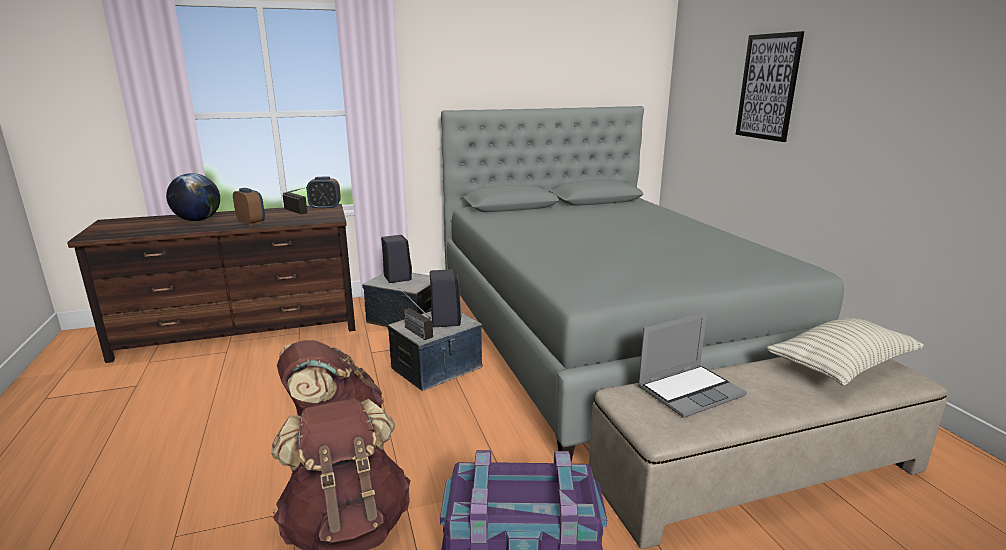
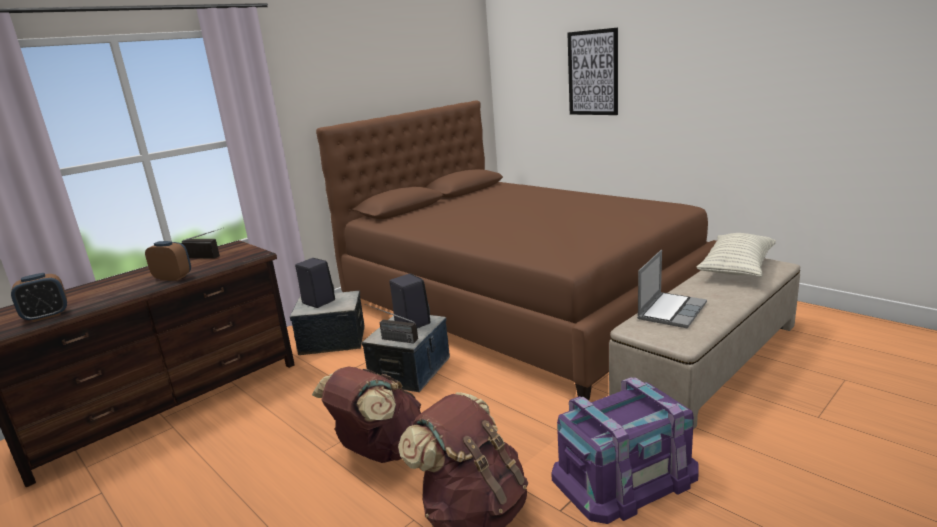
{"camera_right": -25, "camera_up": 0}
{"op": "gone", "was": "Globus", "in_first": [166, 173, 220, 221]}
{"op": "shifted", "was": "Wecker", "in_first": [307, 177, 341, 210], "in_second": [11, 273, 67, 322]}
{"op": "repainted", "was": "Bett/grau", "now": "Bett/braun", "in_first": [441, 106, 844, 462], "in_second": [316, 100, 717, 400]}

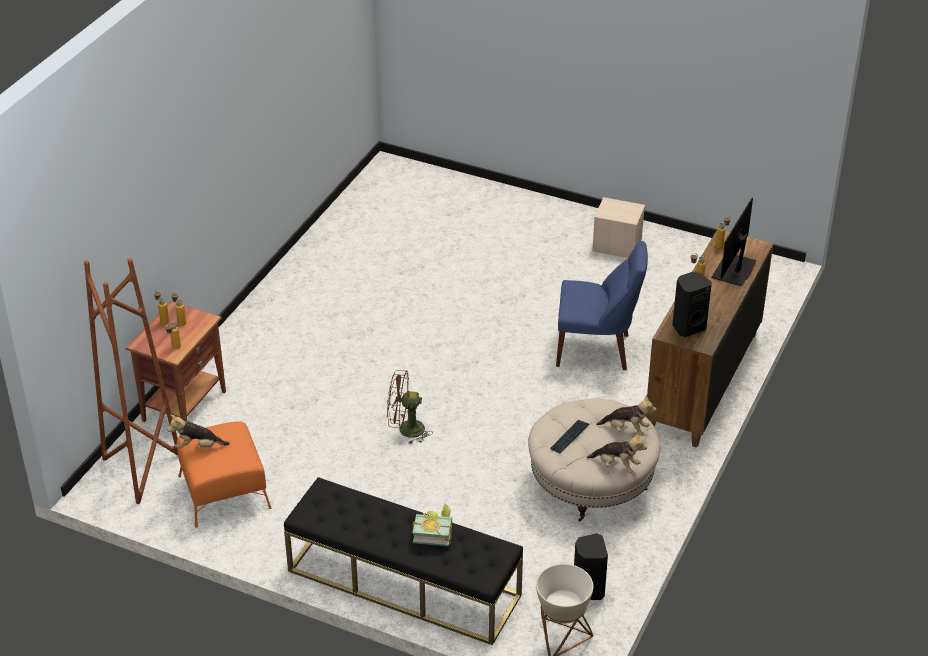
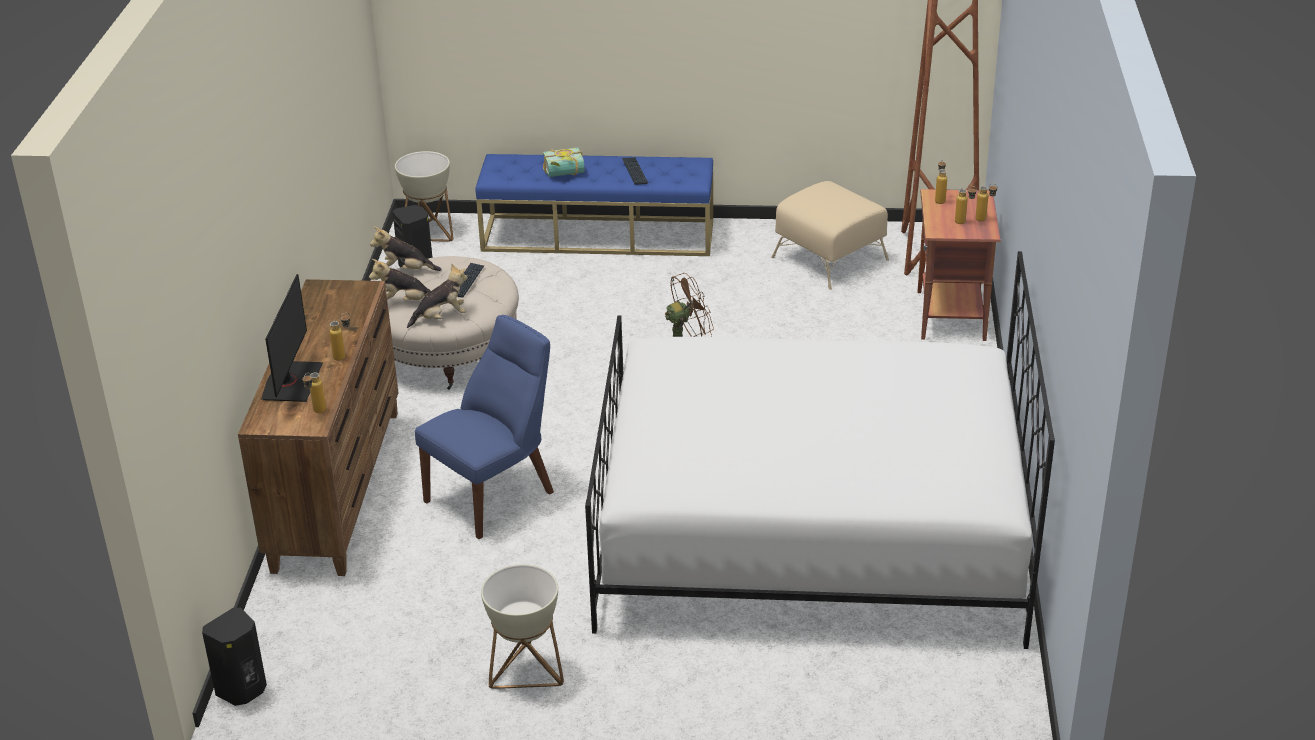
{"camera_right": 160, "camera_up": -5}
{"op": "new", "now": "Bett/weiß", "in_second": [585, 251, 1055, 649]}
{"op": "new", "now": "Tastatur", "in_second": [622, 157, 648, 185]}
{"op": "shifted", "was": "Plüschtier", "in_first": [167, 415, 230, 448], "in_second": [407, 264, 468, 328]}
{"op": "shifted", "was": "Lautsprecher/schwarz", "in_first": [672, 272, 712, 337], "in_second": [202, 608, 267, 706]}
{"op": "swapped", "was": "Aufbewahrungsbox/beige", "now": "Pflanzkübel", "in_first": [592, 197, 645, 258], "in_second": [481, 564, 564, 689]}
{"op": "repainted", "was": "Polsterhocker/orange", "now": "Polsterhocker/beige", "in_first": [177, 421, 271, 528], "in_second": [771, 181, 889, 290]}
{"op": "repainted", "was": "Bank/schwarz", "now": "Bank/blau", "in_first": [284, 477, 523, 645], "in_second": [475, 154, 713, 256]}
{"op": "rotated", "was": "Stuhl/blau", "in_first": [556, 240, 648, 370], "in_second": [415, 315, 554, 539], "clockwise": 150}

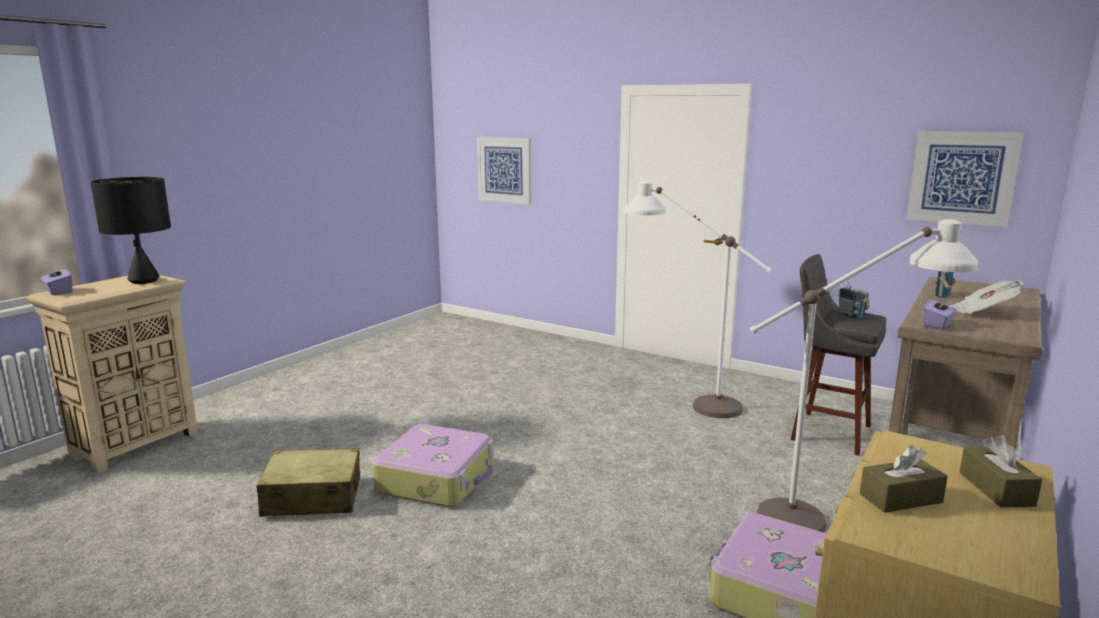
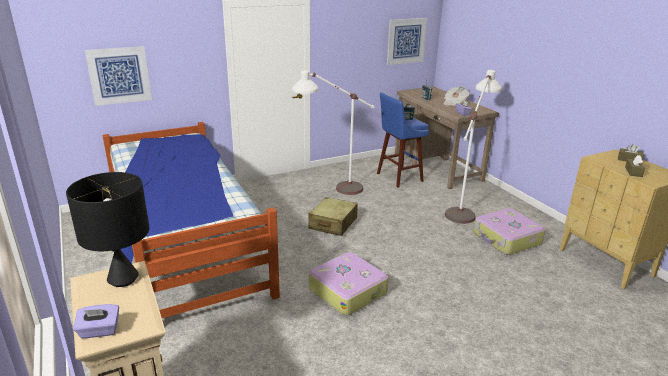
{"camera_right": -60, "camera_up": 10}
{"op": "new", "now": "Bett", "in_second": [103, 122, 280, 318]}
{"op": "shifted", "was": "Koffer/beige", "in_first": [257, 448, 360, 517], "in_second": [308, 197, 358, 236]}
{"op": "repainted", "was": "Hocker/grau", "now": "Hocker/blau", "in_first": [790, 254, 886, 456], "in_second": [377, 92, 429, 188]}

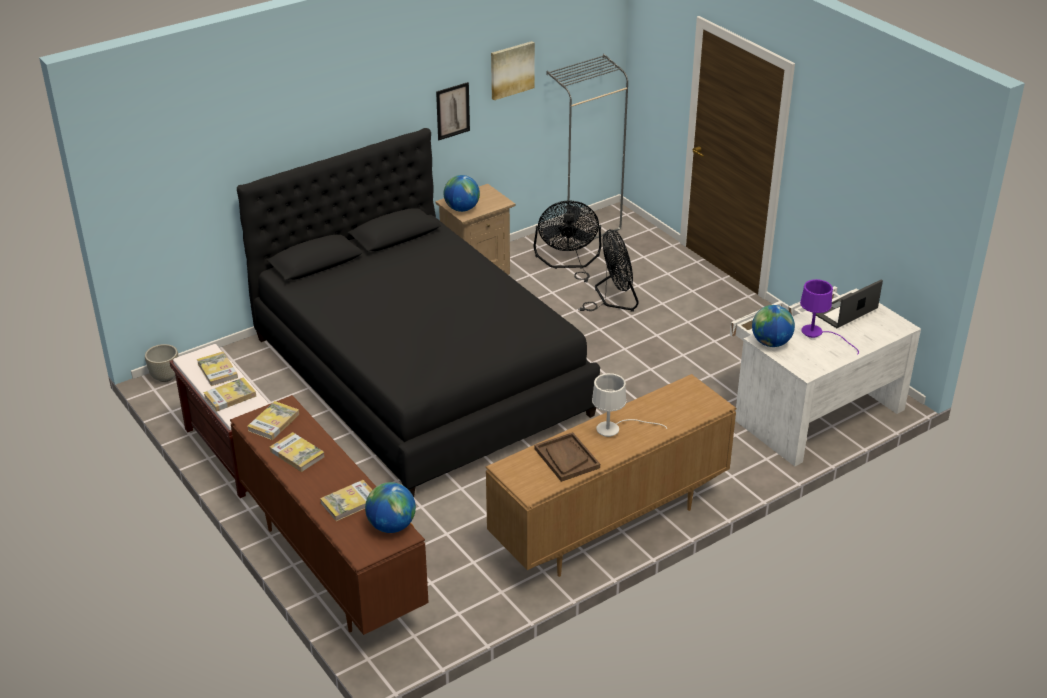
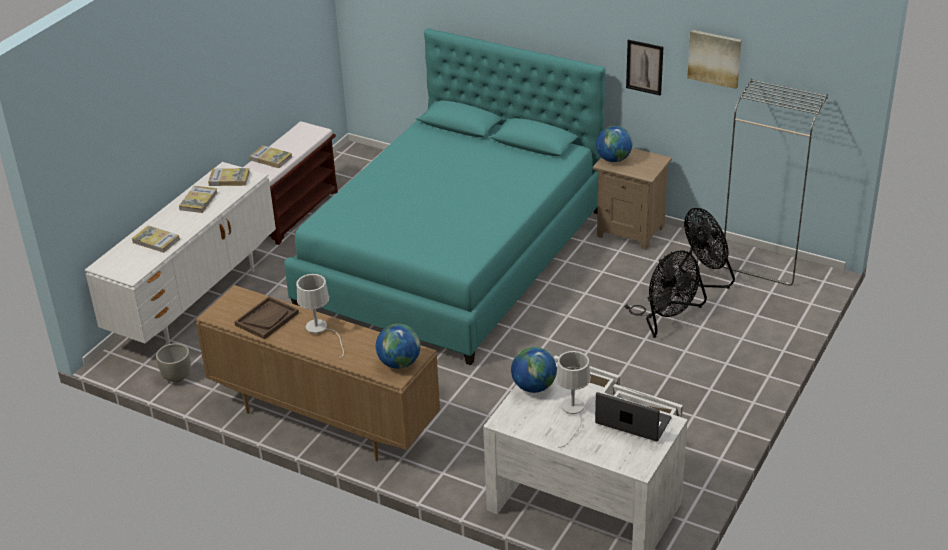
{"camera_right": 65, "camera_up": 0}
{"op": "gone", "was": "Buch", "in_first": [197, 352, 238, 386]}
{"op": "shifted", "was": "Pflanzkübel/grau", "in_first": [145, 344, 178, 382], "in_second": [156, 343, 191, 382]}
{"op": "shifted", "was": "Globus", "in_first": [365, 482, 416, 533], "in_second": [376, 324, 420, 369]}
{"op": "repainted", "was": "Kommode/braun", "now": "Kommode/weiß", "in_first": [230, 395, 429, 635], "in_second": [85, 162, 276, 345]}
{"op": "repainted", "was": "Bett/schwarz", "now": "Bett/türkis", "in_first": [237, 128, 600, 497], "in_second": [284, 28, 605, 365]}
{"op": "repainted", "was": "Tischlampe/lila", "now": "Tischlampe/weiß", "in_first": [800, 279, 859, 354], "in_second": [556, 351, 591, 447]}

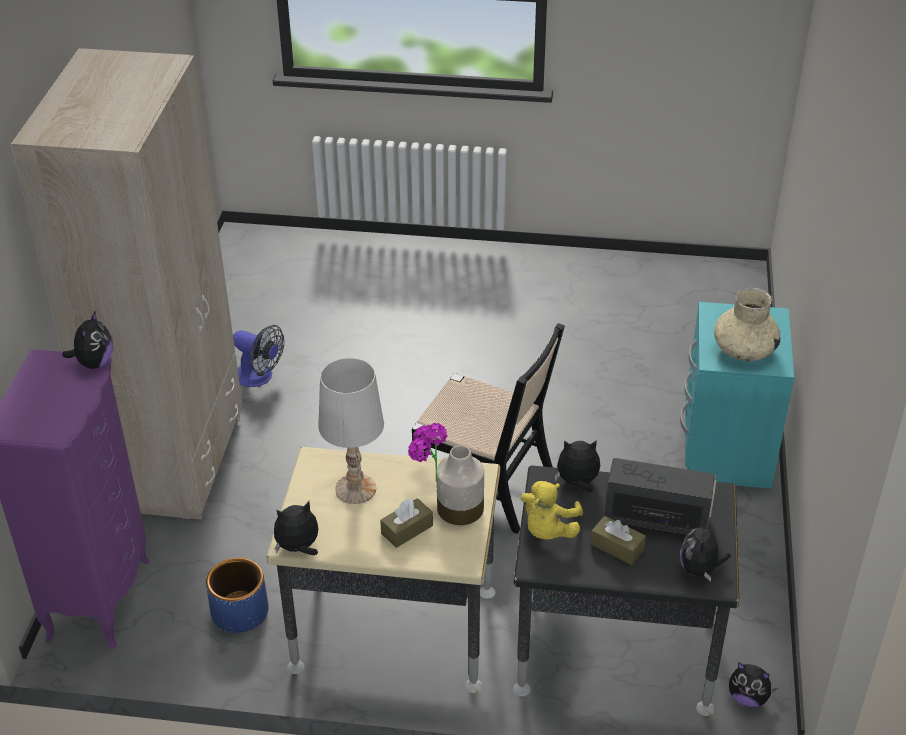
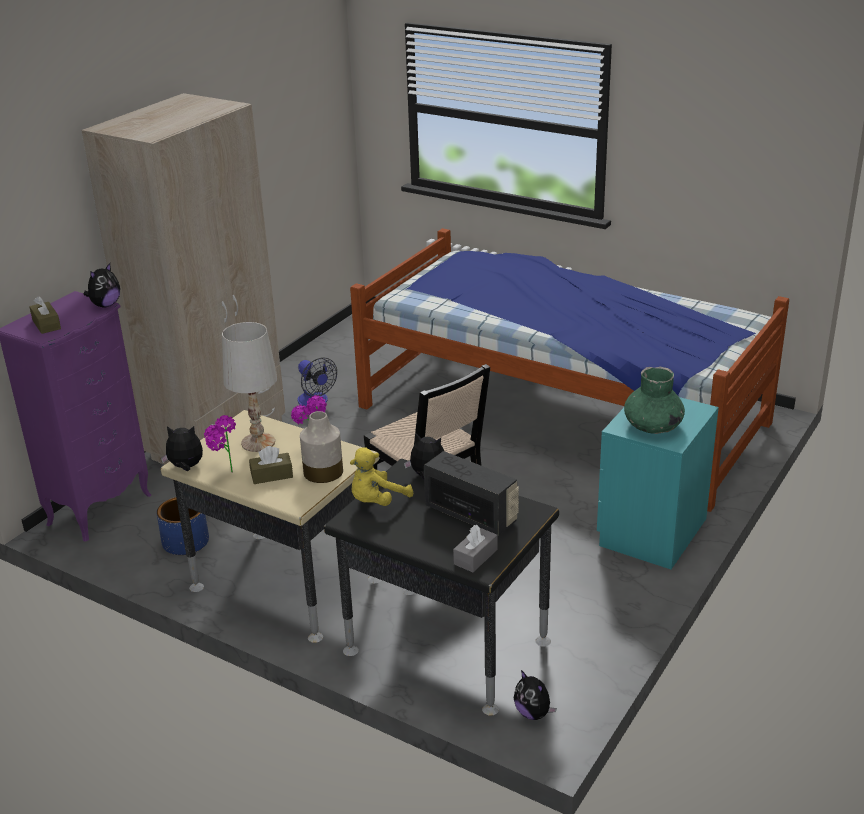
{"camera_right": 25, "camera_up": -10}
{"op": "new", "now": "Topfpflanze", "in_second": [204, 415, 236, 472]}
{"op": "new", "now": "Bett", "in_second": [350, 228, 789, 512]}
{"op": "shifted", "was": "Taschentuchbox/braun", "in_first": [591, 516, 646, 565], "in_second": [29, 296, 61, 334]}
{"op": "swapped", "was": "Plüschtier", "now": "Taschentuchbox/grau", "in_first": [680, 518, 731, 582], "in_second": [453, 525, 497, 572]}
{"op": "repainted", "was": "Vase/beige", "now": "Vase/grün", "in_first": [714, 287, 781, 361], "in_second": [624, 367, 685, 434]}

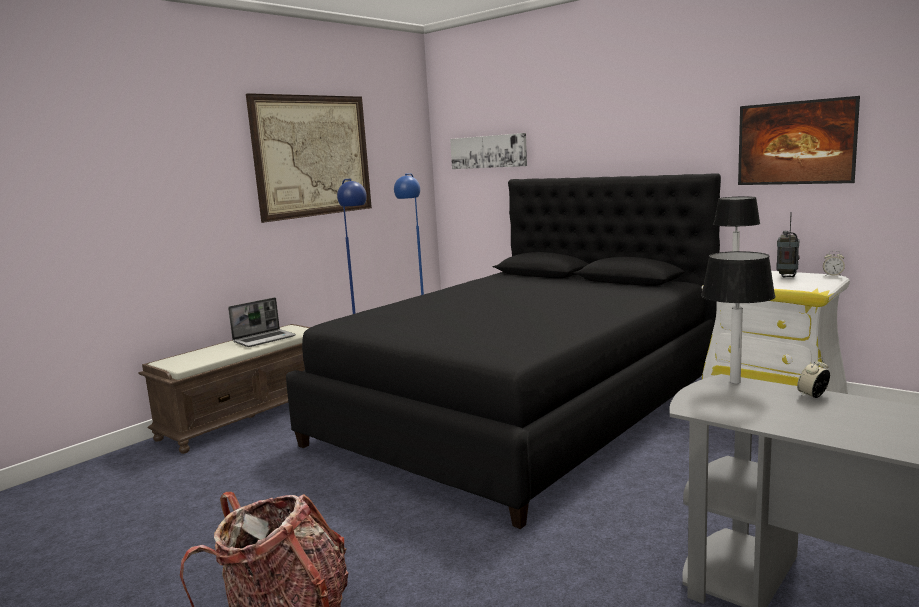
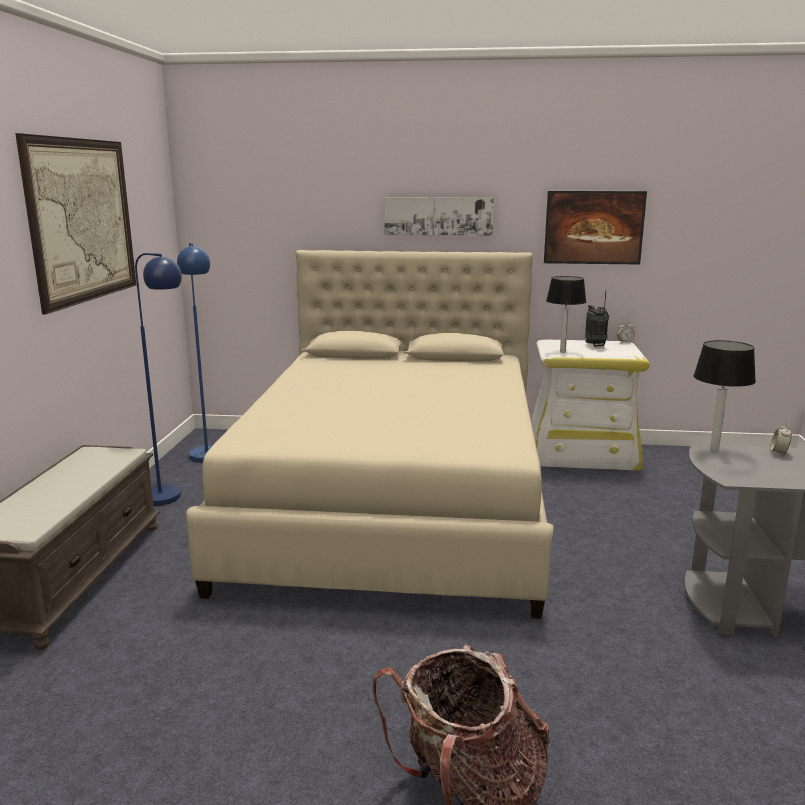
{"camera_right": -35, "camera_up": 5}
{"op": "gone", "was": "Laptop", "in_first": [228, 297, 296, 347]}
{"op": "shifted", "was": "Bild", "in_first": [450, 133, 527, 169], "in_second": [384, 197, 494, 236]}
{"op": "repainted", "was": "Bett/schwarz", "now": "Bett/beige", "in_first": [286, 173, 721, 529], "in_second": [186, 250, 554, 619]}

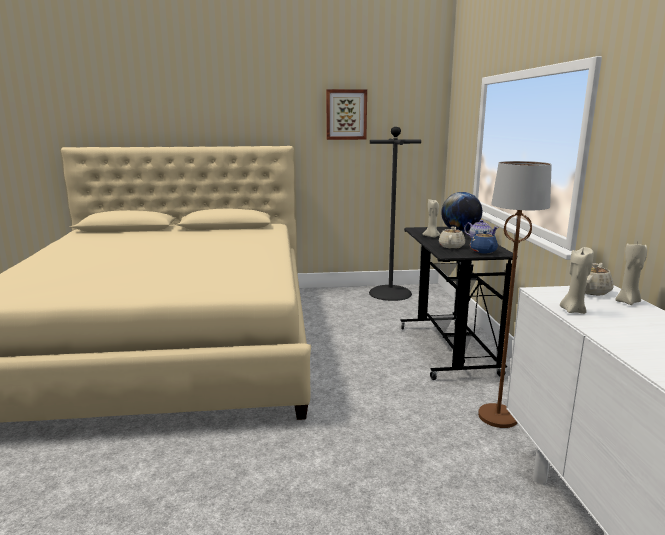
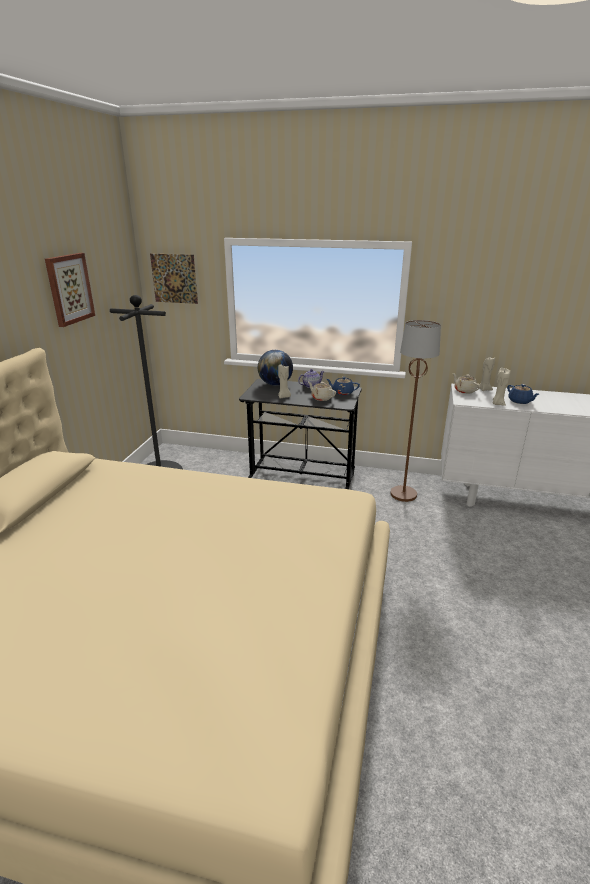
{"camera_right": -70, "camera_up": 10}
{"op": "new", "now": "Bild", "in_second": [150, 253, 198, 304]}
{"op": "new", "now": "Teekanne/blau", "in_second": [507, 384, 539, 404]}

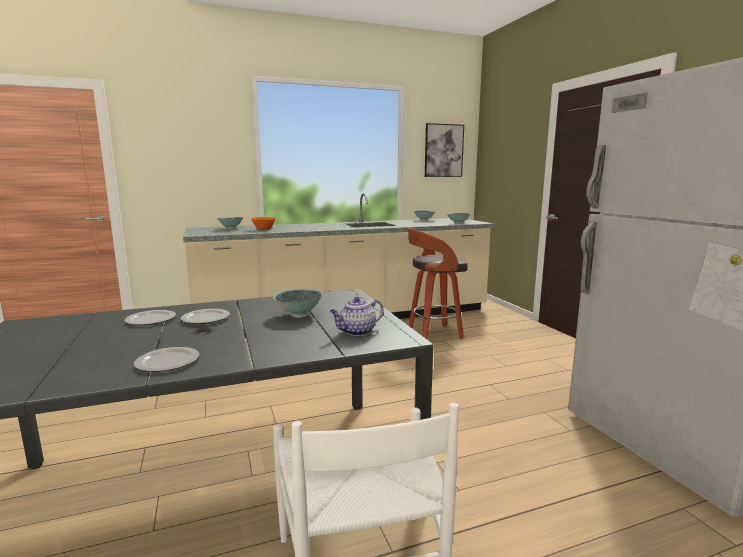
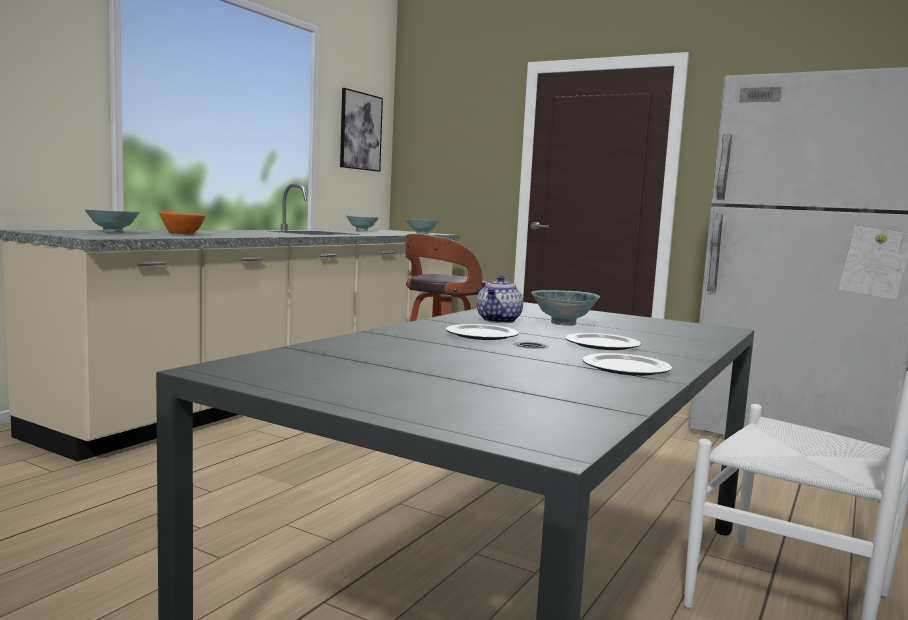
{"camera_right": -40, "camera_up": -5}
{"op": "shifted", "was": "Teller", "in_first": [124, 310, 176, 325], "in_second": [565, 333, 641, 350]}
{"op": "shifted", "was": "Teekanne", "in_first": [330, 297, 384, 336], "in_second": [477, 275, 523, 323]}

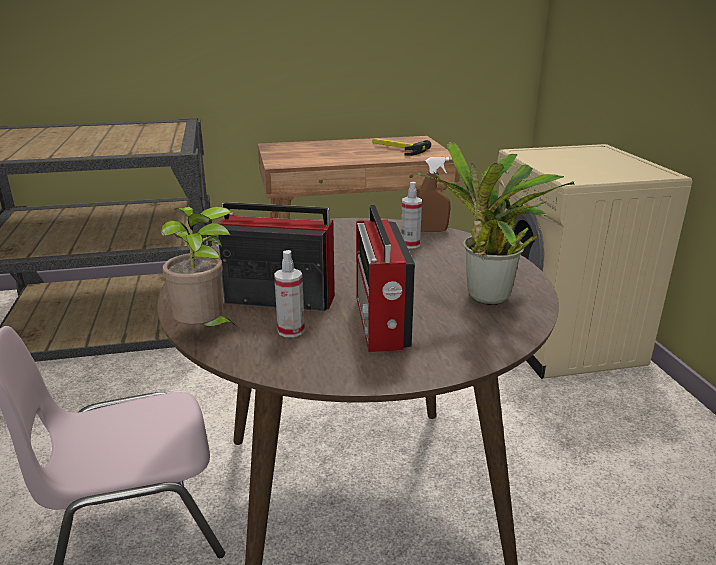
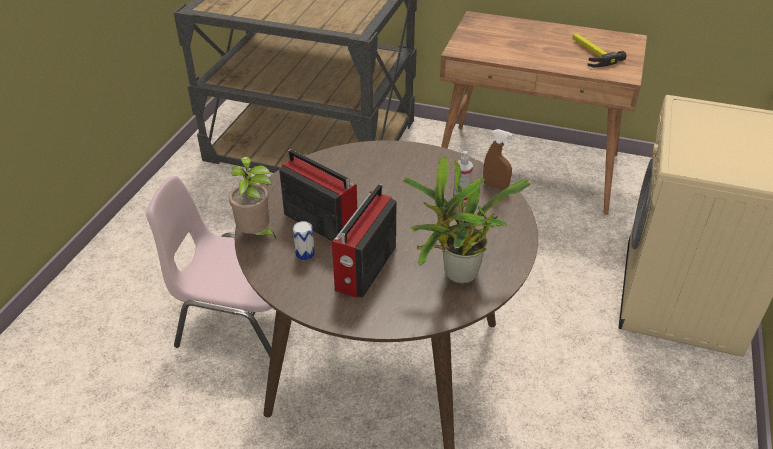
{"camera_right": 30, "camera_up": 15}
{"op": "swapped", "was": "Sprühflasche", "now": "Dose", "in_first": [274, 250, 305, 337], "in_second": [293, 221, 315, 260]}

